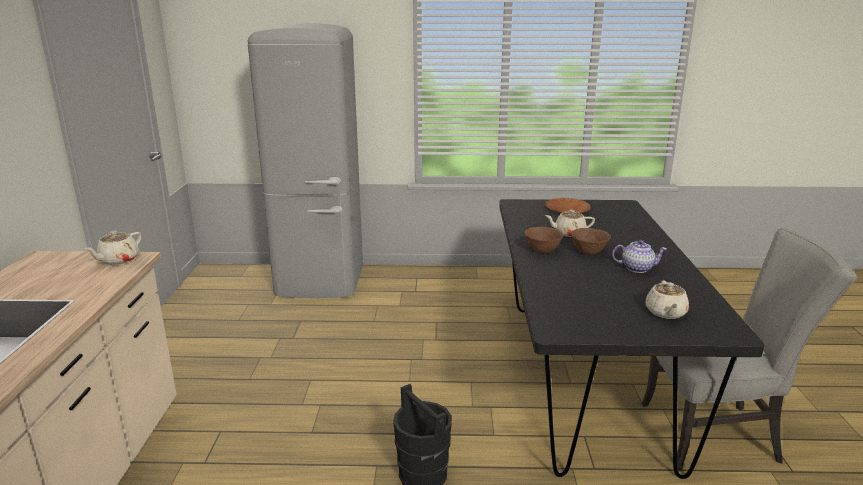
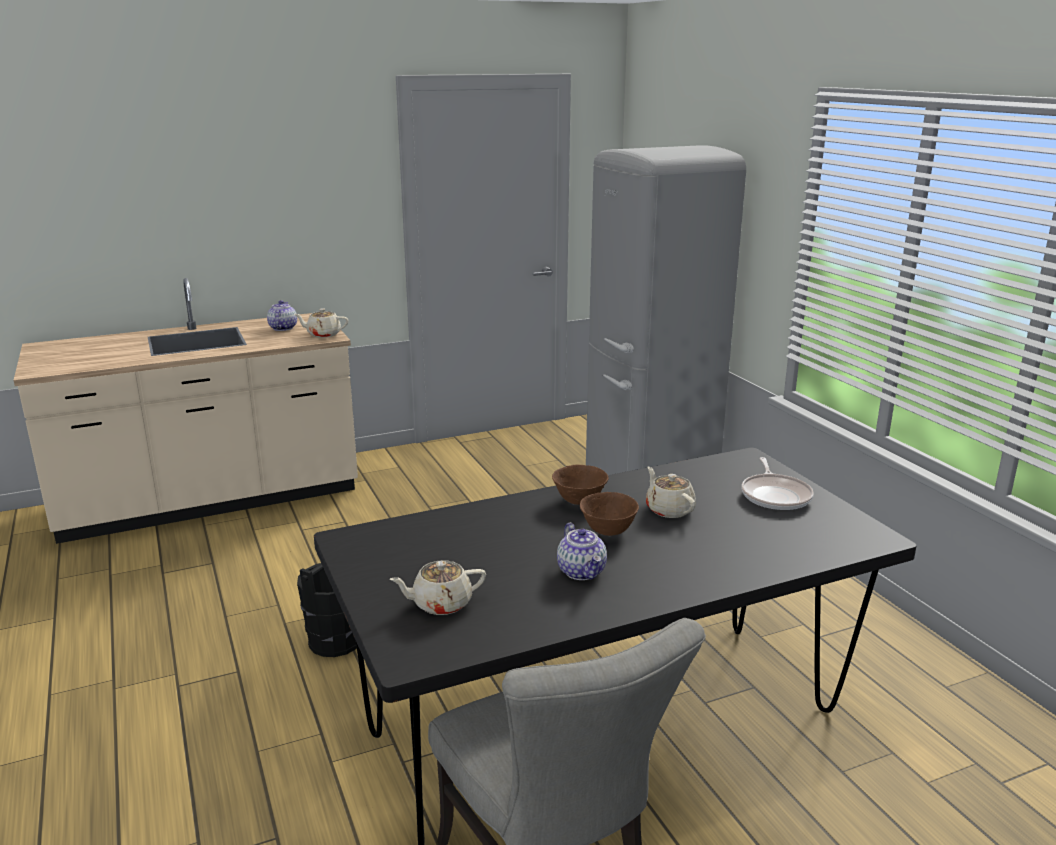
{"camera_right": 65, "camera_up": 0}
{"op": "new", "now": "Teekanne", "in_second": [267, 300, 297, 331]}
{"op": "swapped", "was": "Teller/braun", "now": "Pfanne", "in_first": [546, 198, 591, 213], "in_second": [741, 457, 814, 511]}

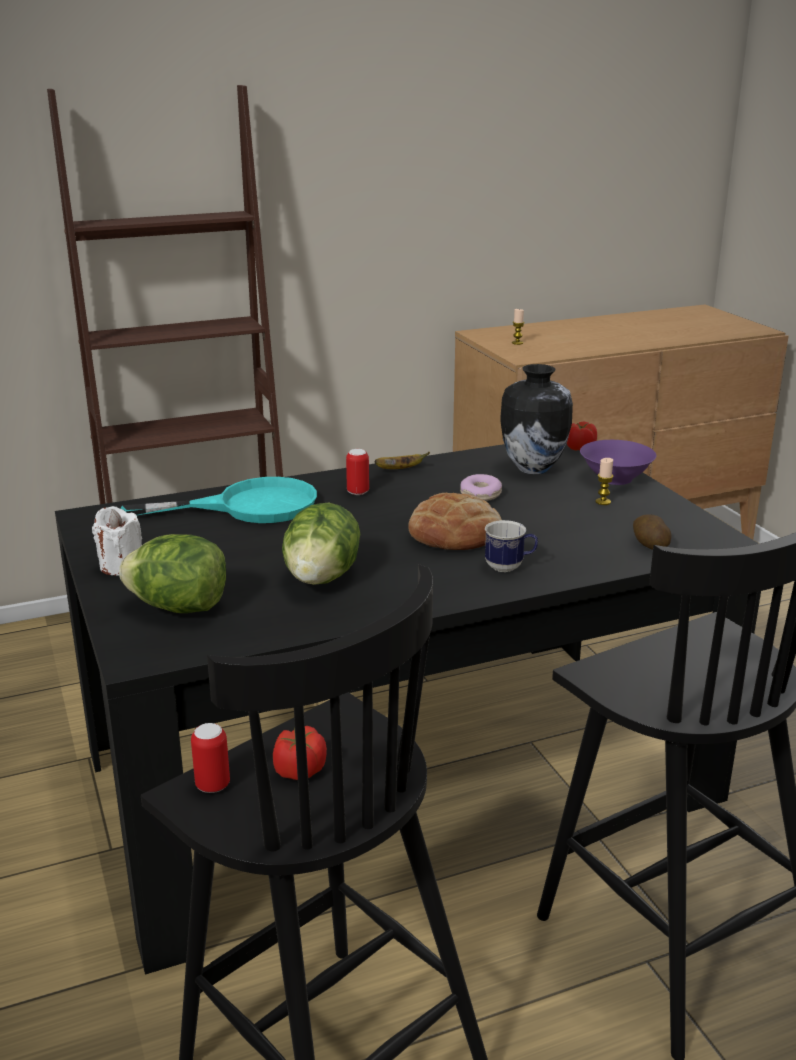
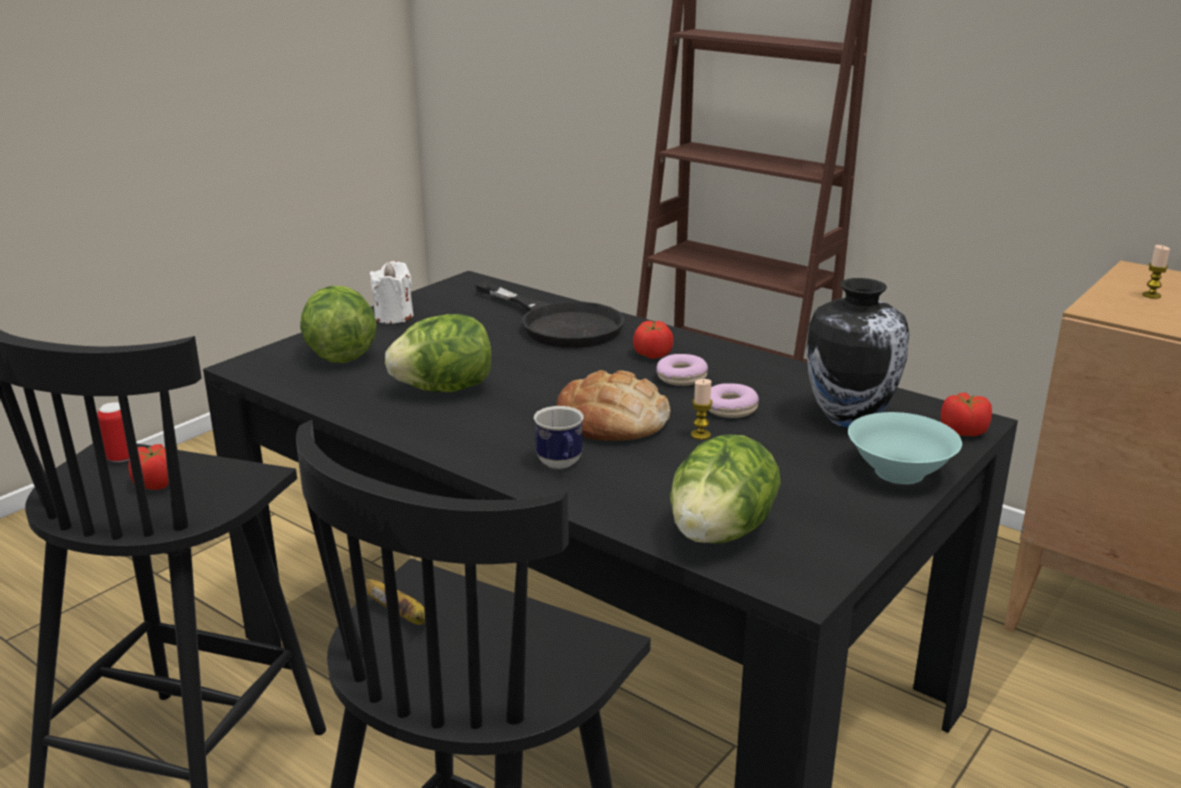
{"camera_right": 60, "camera_up": 0}
{"op": "new", "now": "Donut", "in_second": [656, 354, 708, 386]}
{"op": "shifted", "was": "Banane", "in_first": [375, 452, 430, 469], "in_second": [365, 579, 425, 625]}
{"op": "shifted", "was": "Kerze", "in_first": [596, 458, 613, 505], "in_second": [691, 379, 713, 440]}
{"op": "swapped", "was": "Dose", "now": "Tomate", "in_first": [346, 449, 369, 495], "in_second": [633, 321, 673, 359]}
{"op": "swapped", "was": "Kartoffel", "now": "Salatkopf", "in_first": [633, 514, 672, 550], "in_second": [670, 434, 781, 544]}
{"op": "repainted", "was": "Pfanne/türkis", "now": "Pfanne/schwarz", "in_first": [121, 477, 317, 523], "in_second": [475, 281, 624, 348]}
{"op": "repainted", "was": "Schüssel/lila", "now": "Schüssel/türkis", "in_first": [580, 440, 656, 485], "in_second": [848, 412, 962, 484]}

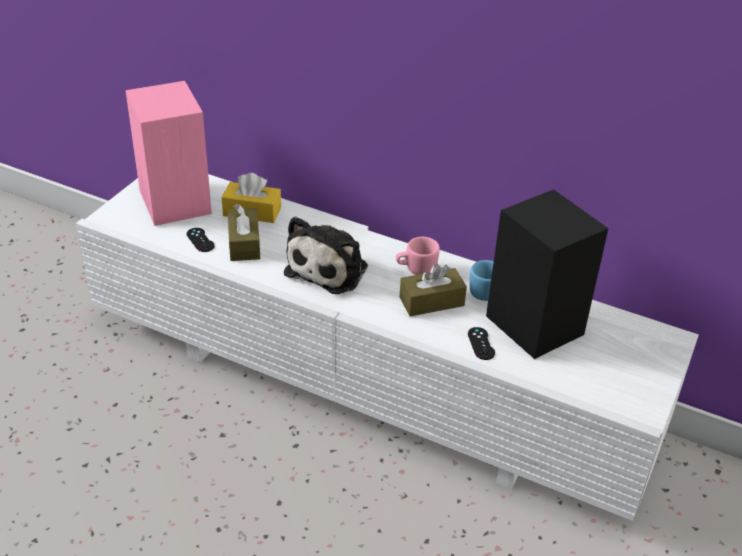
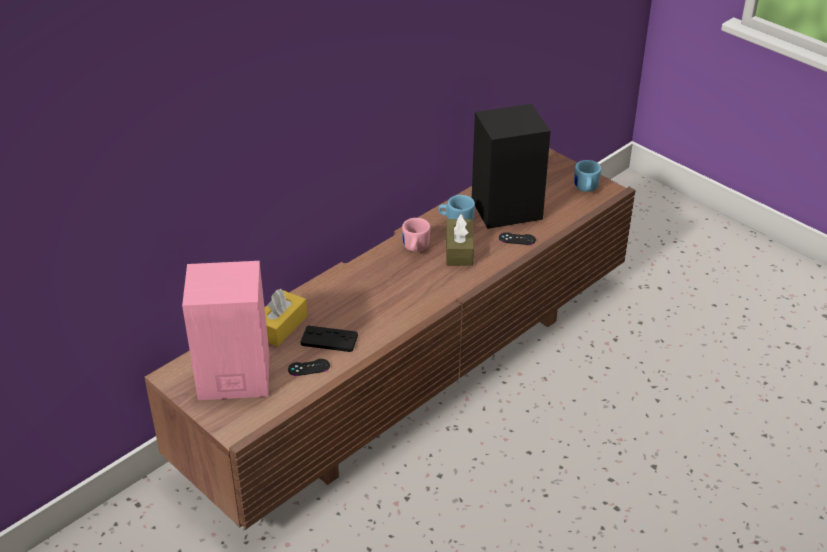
{"camera_right": -70, "camera_up": 0}
{"op": "gone", "was": "Plüschtier", "in_first": [284, 216, 368, 294]}
{"op": "new", "now": "Henkelbecher/blau", "in_second": [574, 160, 601, 192]}
{"op": "swapped", "was": "Taschentuchbox/braun", "now": "Gamepad/schwarz", "in_first": [228, 204, 260, 261], "in_second": [301, 326, 358, 352]}
{"op": "repainted", "was": "Fernsehschrank/weiß", "now": "Fernsehschrank/braun", "in_first": [75, 174, 699, 521], "in_second": [144, 148, 635, 529]}

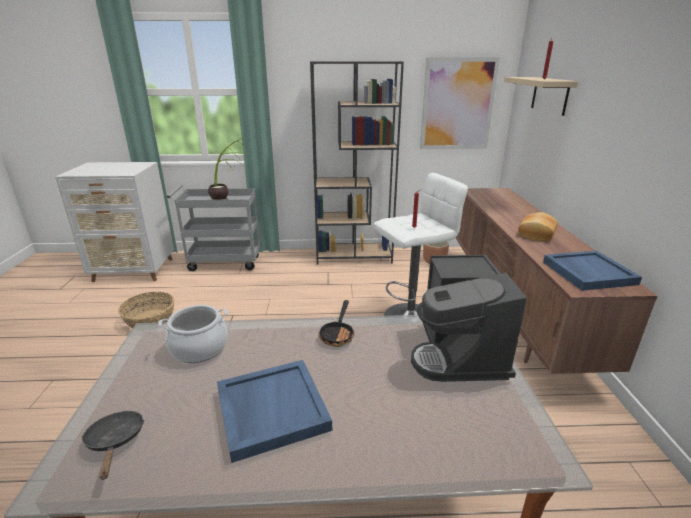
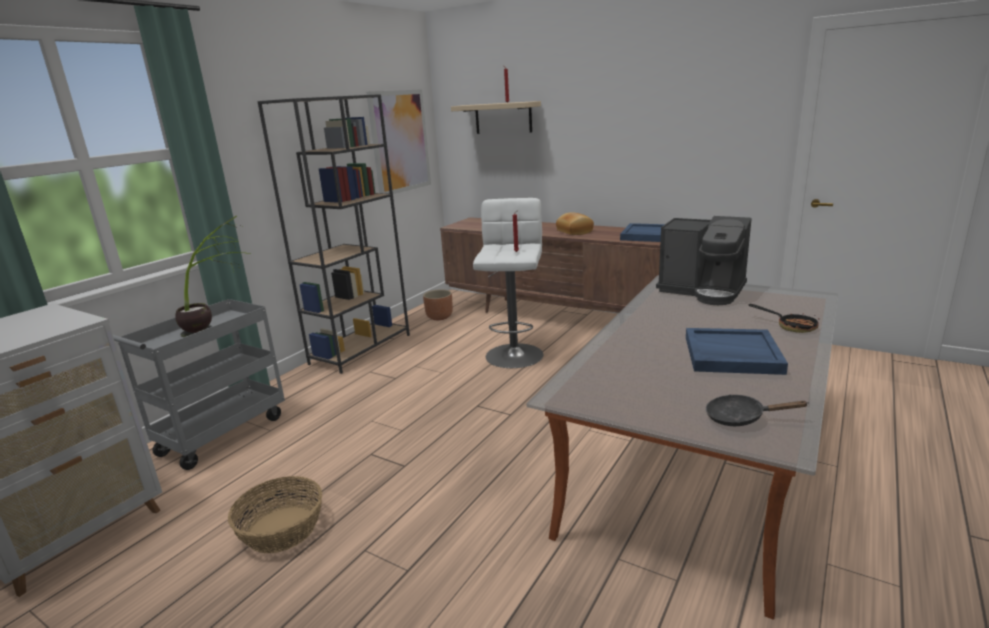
{"camera_right": -55, "camera_up": -5}
{"op": "gone", "was": "Kochtopf", "in_first": [158, 305, 228, 363]}
{"op": "shifted", "was": "Pfanne", "in_first": [318, 300, 354, 347], "in_second": [748, 304, 820, 333]}

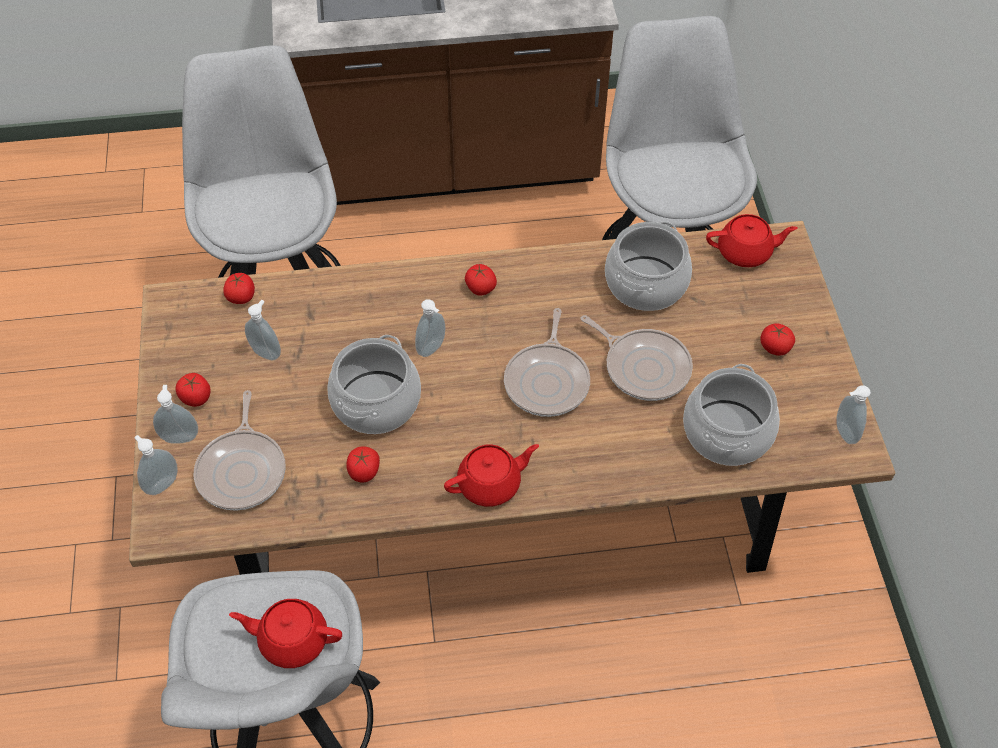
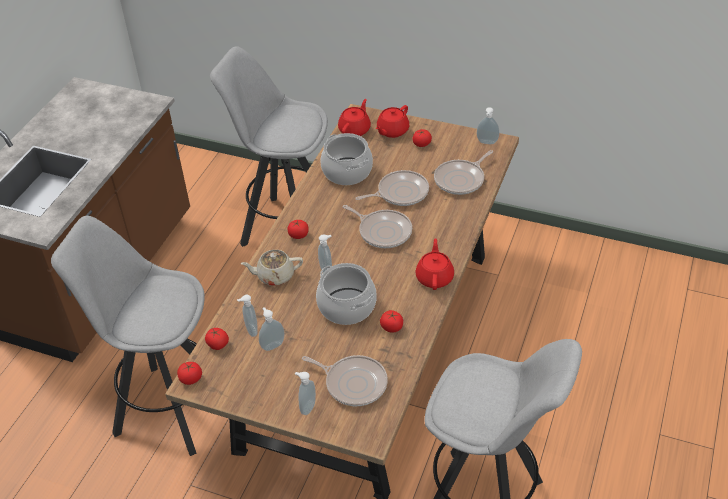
{"camera_right": -60, "camera_up": -10}
{"op": "new", "now": "Teekanne/beige", "in_second": [241, 250, 303, 285]}
{"op": "shifted", "was": "Seifenspender", "in_first": [135, 435, 178, 495], "in_second": [237, 295, 258, 337]}
{"op": "shifted", "was": "Tomate", "in_first": [176, 373, 211, 407], "in_second": [177, 362, 202, 385]}
{"op": "shifted", "was": "Teekanne/rot", "in_first": [229, 599, 342, 668], "in_second": [376, 105, 409, 138]}
{"op": "swapped", "was": "Kochtopf", "now": "Pfanne", "in_first": [683, 364, 780, 466], "in_second": [434, 150, 493, 195]}

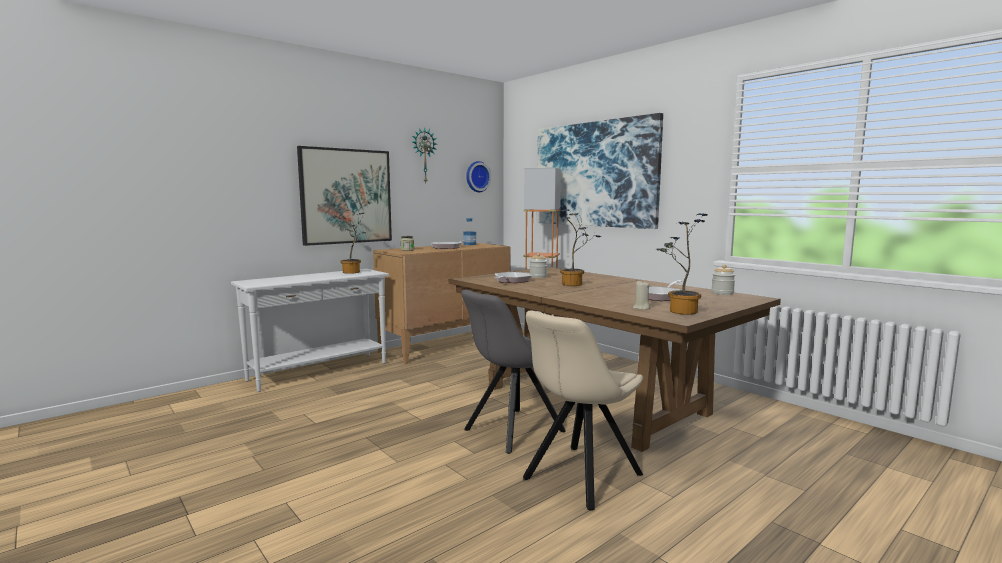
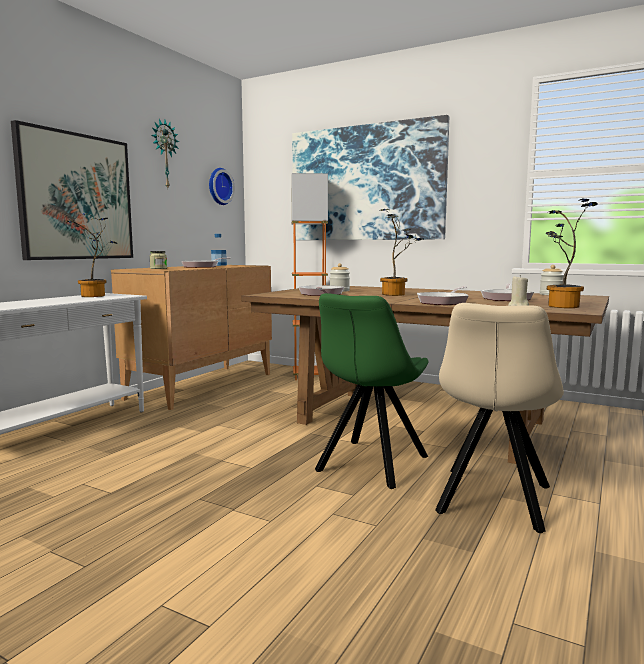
{"camera_right": -20, "camera_up": 0}
{"op": "new", "now": "Pfanne", "in_second": [417, 286, 468, 305]}
{"op": "repainted", "was": "Stuhl/grau", "now": "Stuhl/grün", "in_first": [461, 289, 566, 454], "in_second": [315, 293, 429, 489]}

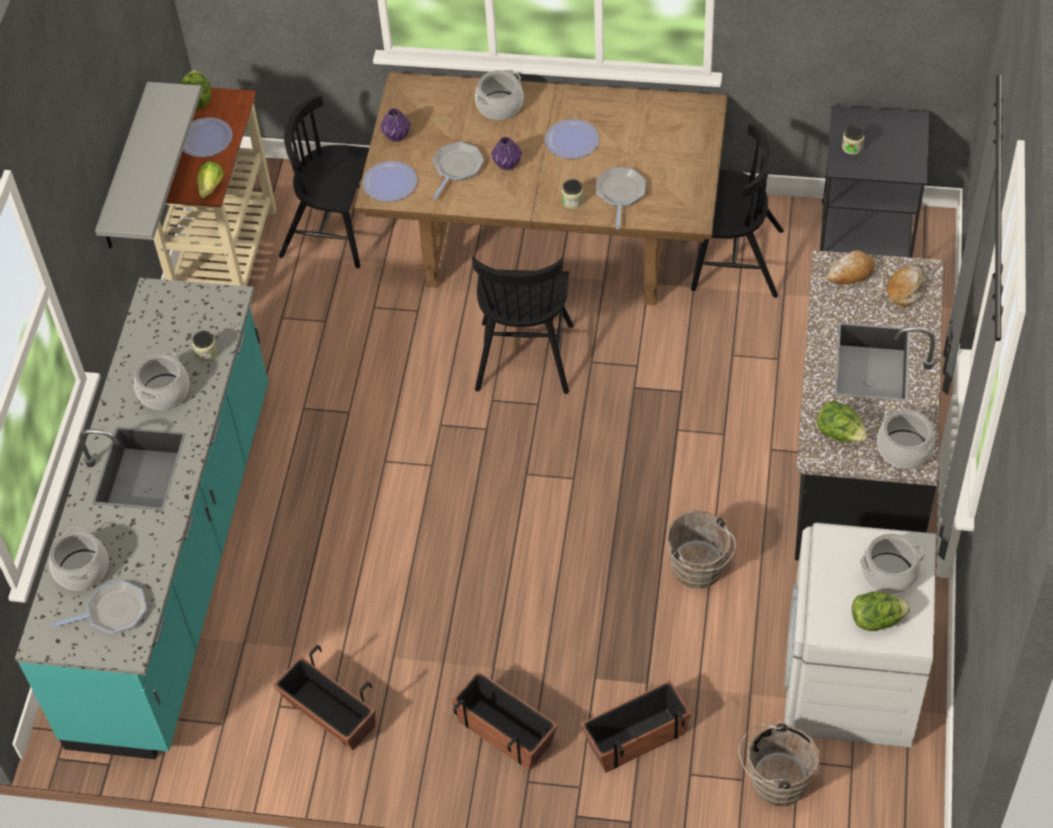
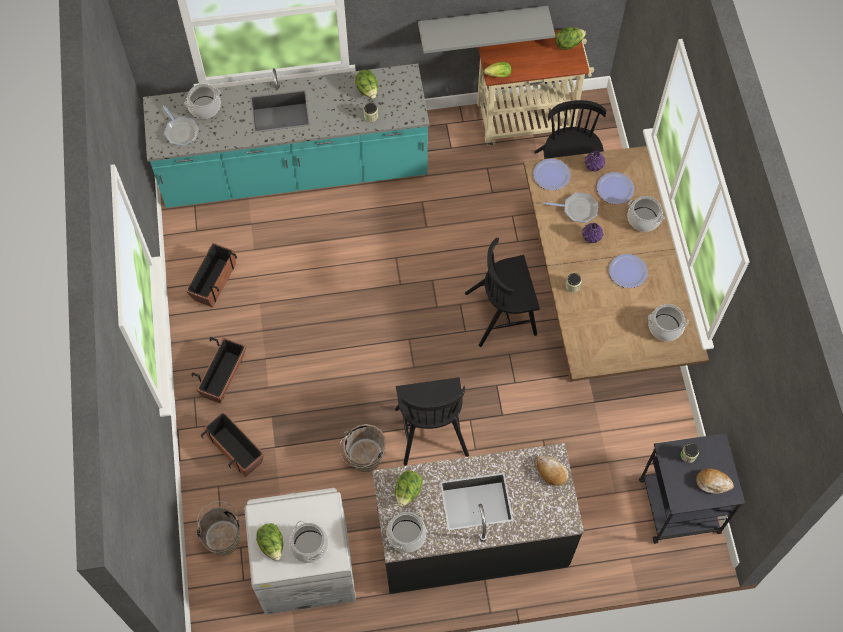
{"camera_right": 70, "camera_up": 10}
{"op": "gone", "was": "Pfanne", "in_first": [596, 168, 646, 229]}
{"op": "new", "now": "Salatkopf", "in_second": [355, 69, 378, 99]}
{"op": "shifted", "was": "Kochtopf", "in_first": [134, 352, 189, 410], "in_second": [648, 304, 689, 341]}
{"op": "shifted", "was": "Teller", "in_first": [183, 117, 233, 157], "in_second": [597, 172, 634, 204]}
{"op": "shifted", "was": "Stuhl/schwarz", "in_first": [691, 124, 784, 298], "in_second": [395, 377, 469, 466]}
{"op": "shifted", "was": "Brot", "in_first": [886, 265, 925, 307], "in_second": [696, 468, 734, 494]}

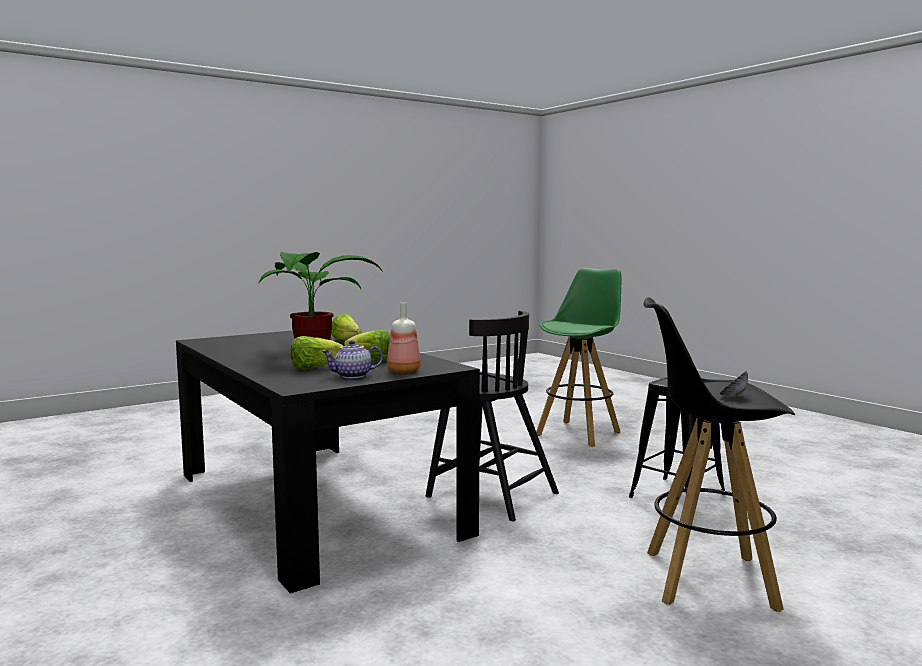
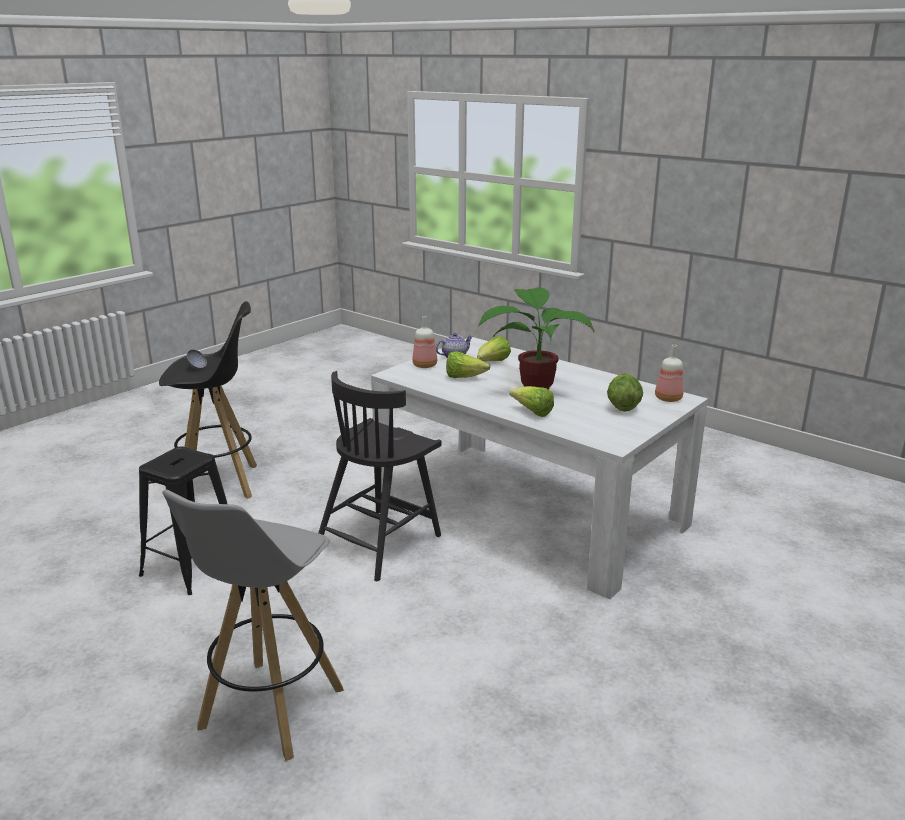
{"camera_right": 165, "camera_up": 15}
{"op": "new", "now": "Salatkopf", "in_second": [607, 373, 643, 412]}
{"op": "new", "now": "Flasche", "in_second": [655, 345, 684, 402]}
{"op": "repainted", "was": "Esstisch/schwarz", "now": "Esstisch/weiß", "in_first": [176, 331, 480, 593], "in_second": [371, 337, 708, 600]}
{"op": "repainted", "was": "Hocker/grün", "now": "Hocker/grau", "in_first": [536, 268, 621, 447], "in_second": [162, 490, 344, 761]}
{"op": "rotated", "was": "Stuhl/schwarz", "in_first": [426, 311, 559, 521], "in_second": [318, 371, 442, 581], "clockwise": -75}

